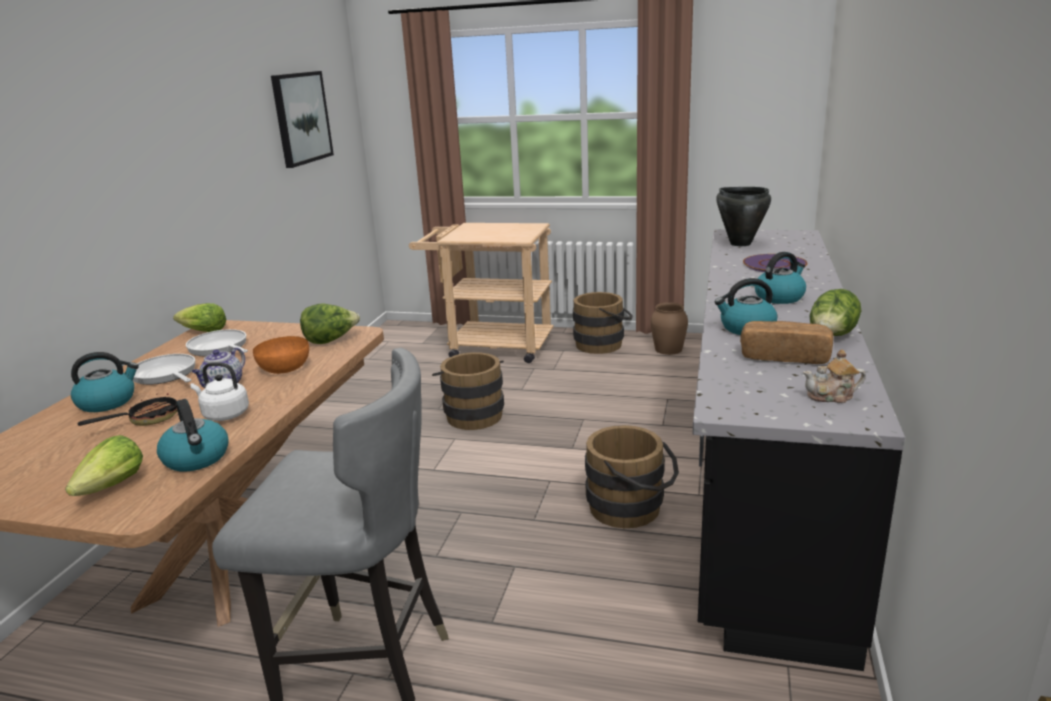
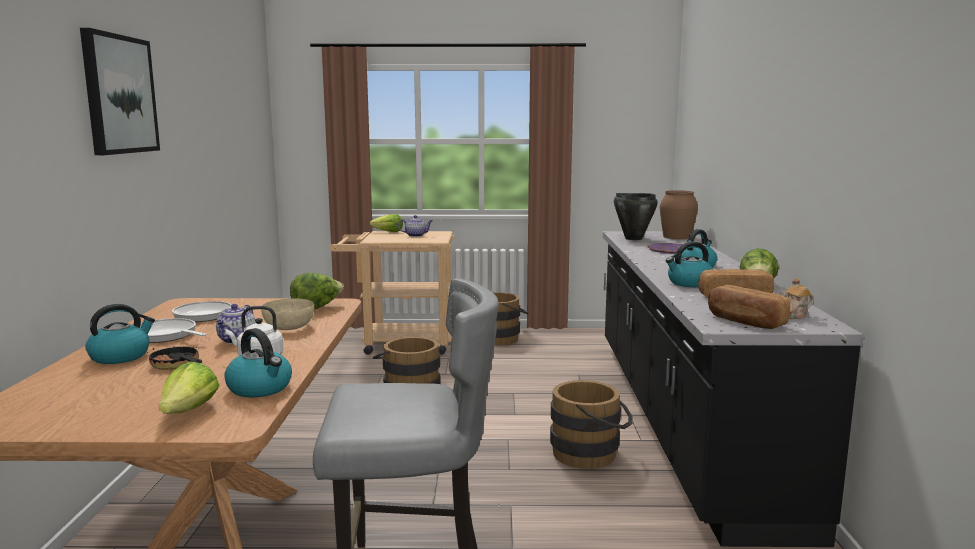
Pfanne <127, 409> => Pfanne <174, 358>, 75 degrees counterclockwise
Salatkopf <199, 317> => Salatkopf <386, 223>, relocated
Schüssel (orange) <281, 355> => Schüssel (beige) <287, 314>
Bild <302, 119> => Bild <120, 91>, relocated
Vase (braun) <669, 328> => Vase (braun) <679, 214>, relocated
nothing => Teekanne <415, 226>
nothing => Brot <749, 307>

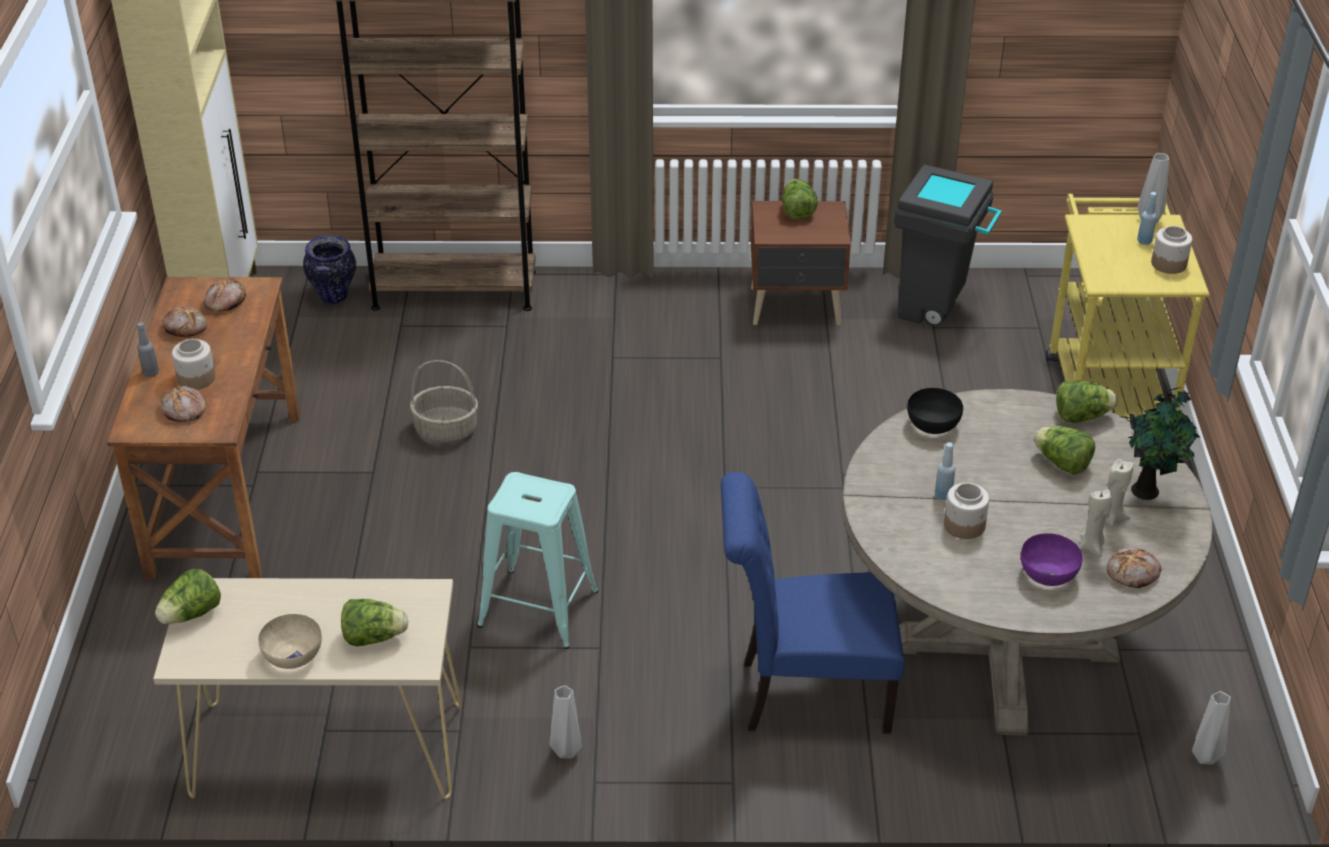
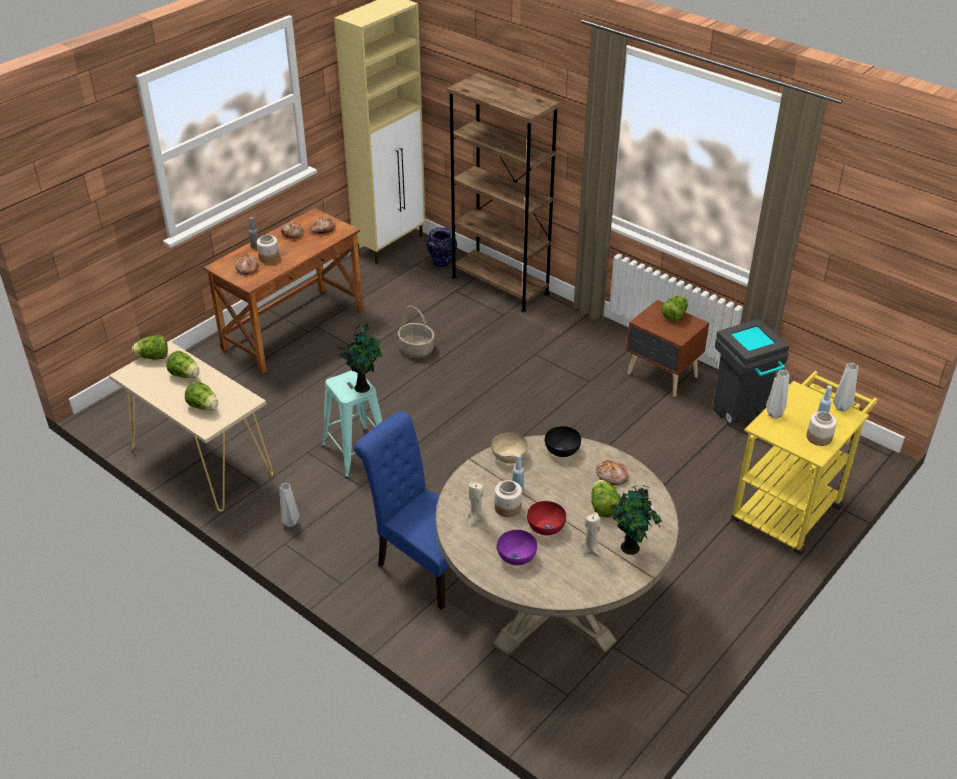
Schüssel (beige) <290, 641> => Schüssel (beige) <509, 448>, relocated
Salatkopf <1087, 402> => Salatkopf <183, 364>, relocated
Kerze (beige) <1096, 523> => Kerze (beige) <477, 503>, relocated
Brot <1134, 567> => Brot <612, 472>, relocated
Vase (grau) <1211, 728> => Vase (grau) <778, 394>, relocated
nothing => Topfpflanze <360, 358>
nothing => Schüssel (rot) <546, 518>

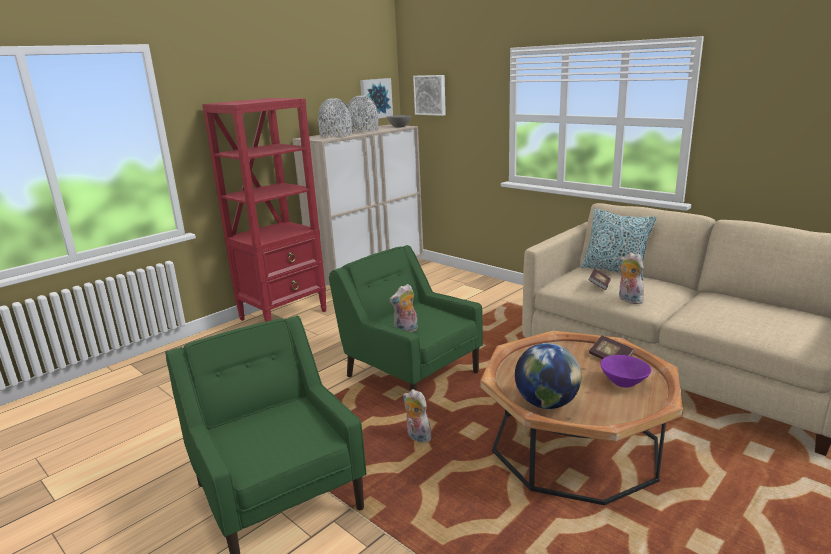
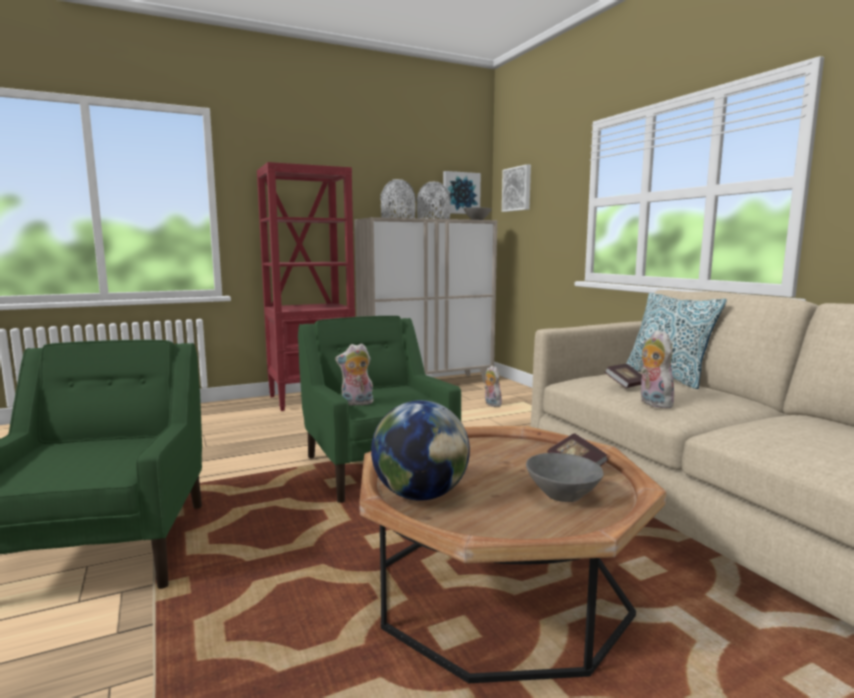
Plüschtier <417, 416> => Plüschtier <493, 386>, relocated
Schüssel (lila) <625, 371> => Schüssel (grau) <565, 477>

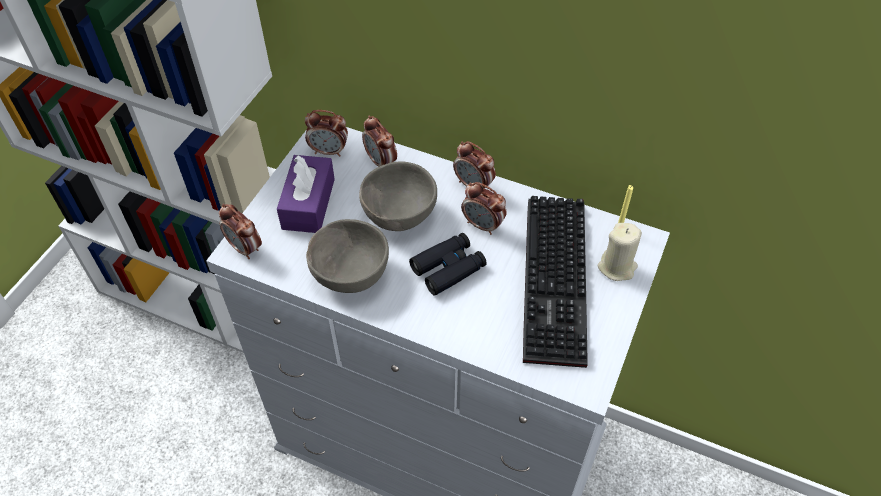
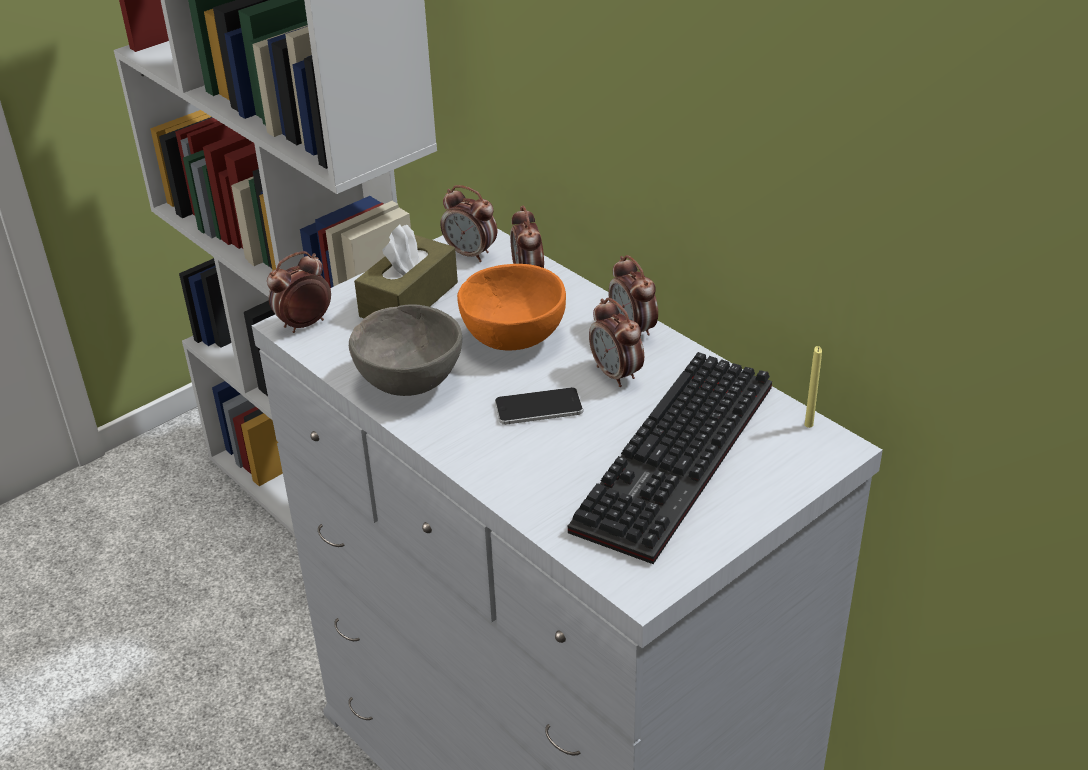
Wecker <240, 231> => Wecker <299, 292>, 75 degrees clockwise
Taschentuchbox (lila) <306, 194> => Taschentuchbox (braun) <406, 271>
Schüssel (grau) <398, 196> => Schüssel (orange) <511, 307>
Fernglas (schwarz) <448, 264> => Handy <539, 406>
Kerze (beige) <620, 252> => nothing

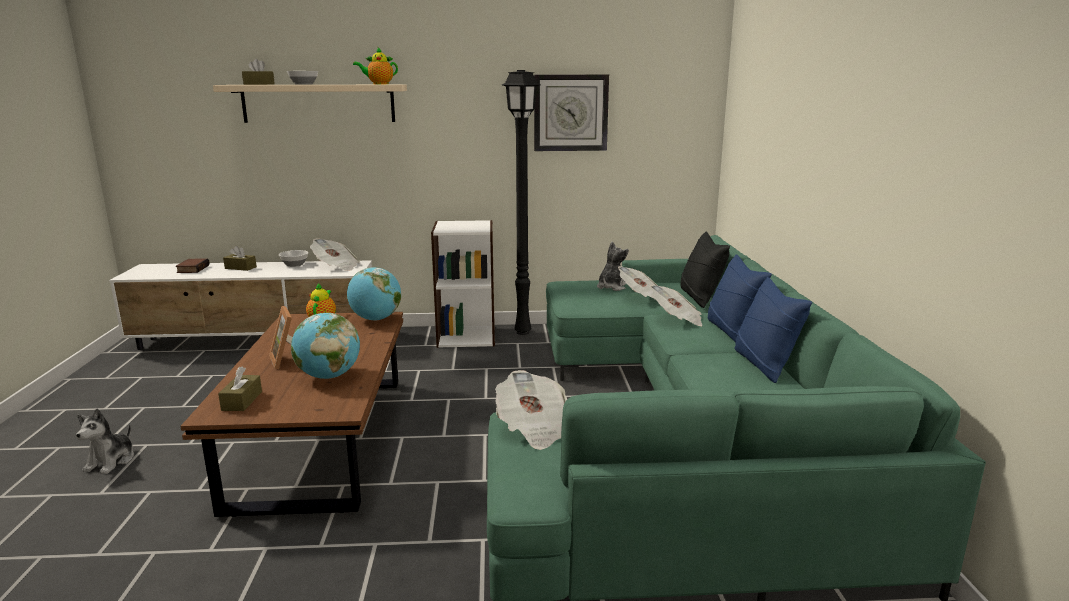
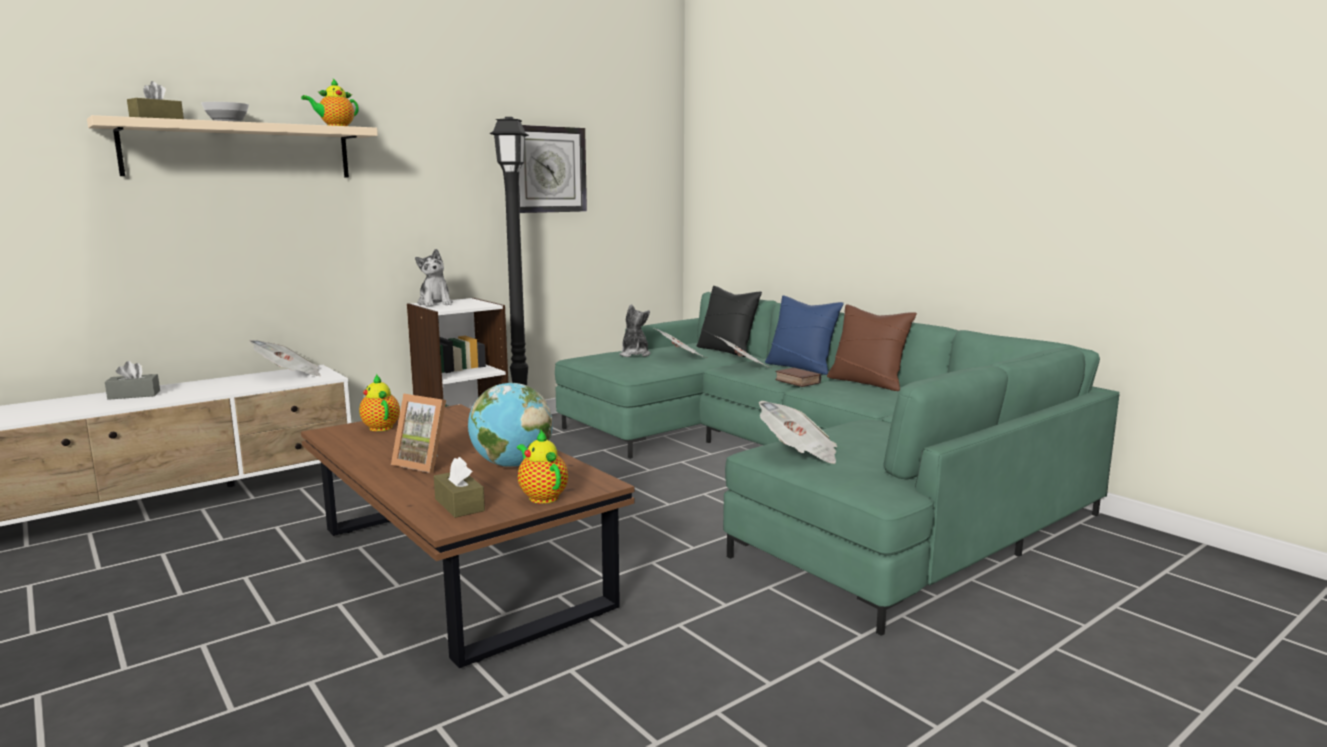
Plüschtier <105, 441> => Plüschtier <434, 277>, relocated
Buch <192, 265> => Buch <798, 377>, relocated
Taschentuchbox (braun) <240, 258> => Taschentuchbox (grau) <132, 380>
Schüssel <293, 258> => nothing
Globus <374, 294> => nothing
Kissen (blau) <773, 330> => Kissen (braun) <872, 347>
nothing => Teekanne <542, 467>

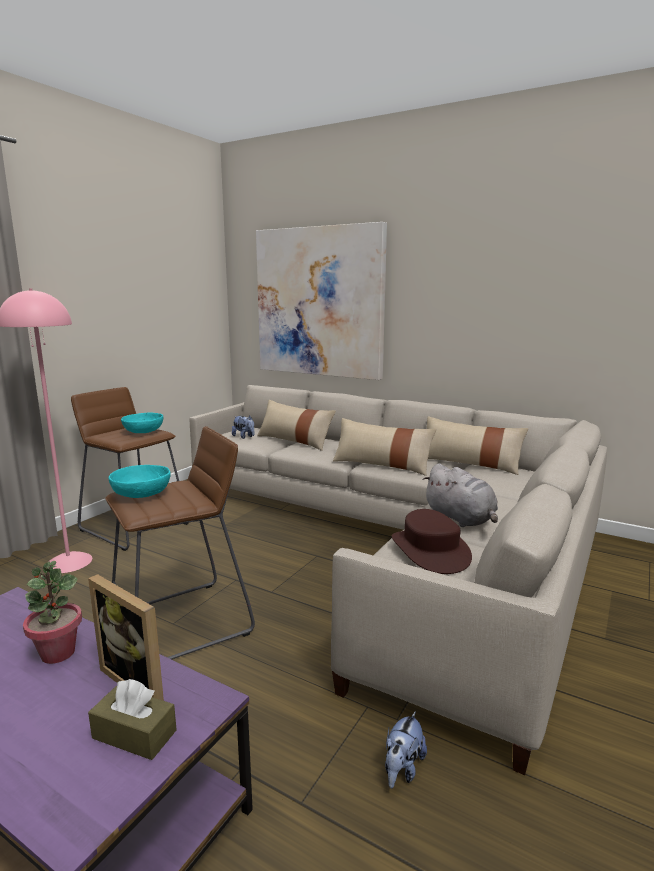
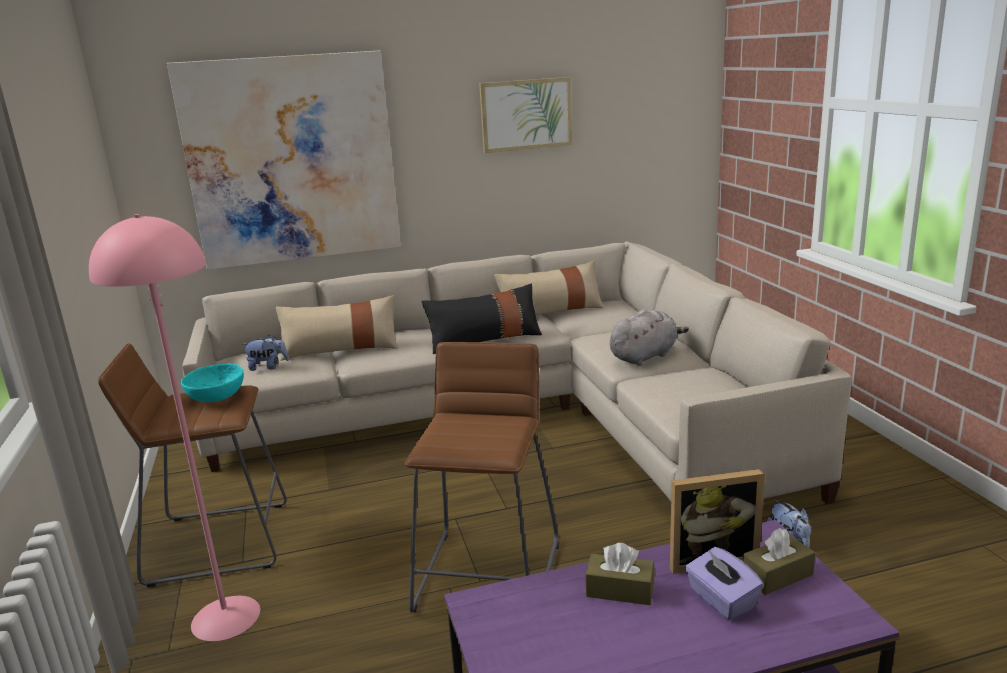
Topfpflanze <52, 612> => Taschentuchbox (braun) <620, 574>
Schüssel (türkis) <139, 481> => nothing
Kissen (beige) <384, 447> => Kissen (schwarz) <482, 319>
Hut (braun) <432, 541> => nothing
Plüschtier (grau) <460, 495> => Plüschtier (grau) <649, 338>, 45 degrees counterclockwise
nothing => Bild <525, 115>
nothing => Taschentuchbox (lila) <724, 583>

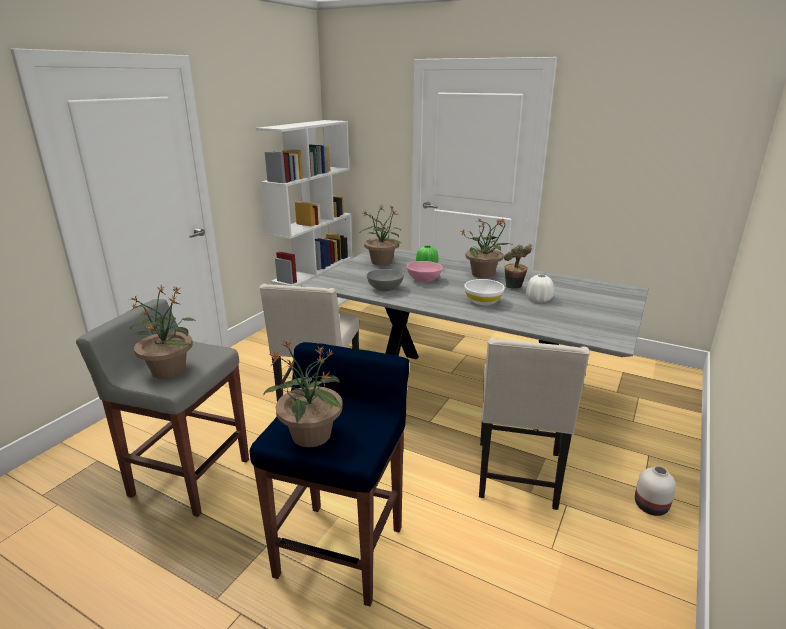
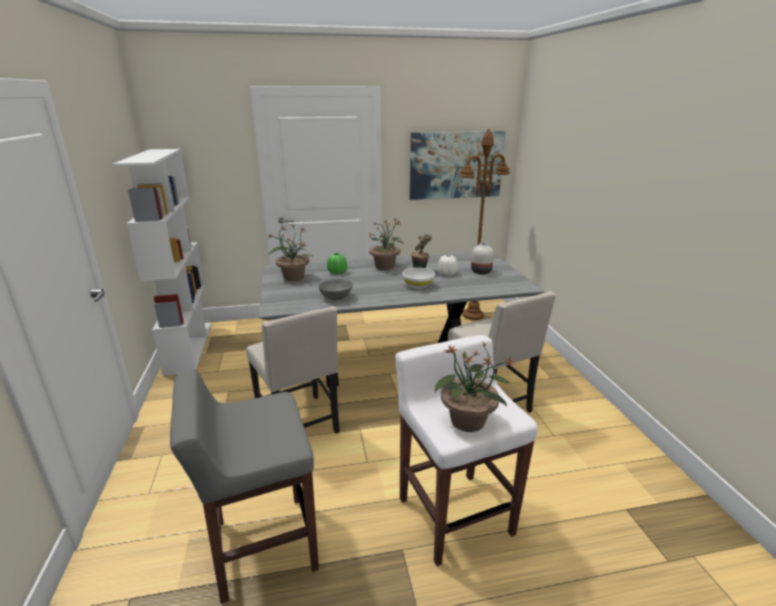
Topfpflanze <162, 332> => nothing
Hocker (blau) <329, 474> => Hocker (weiß) <466, 450>
Schüssel (rosa) <425, 271> => nothing
Vase (weiß) <655, 491> => Vase (weiß) <482, 258>, relocated
nothing => Bild <458, 165>
nothing => Stehlampe (braun) <484, 224>

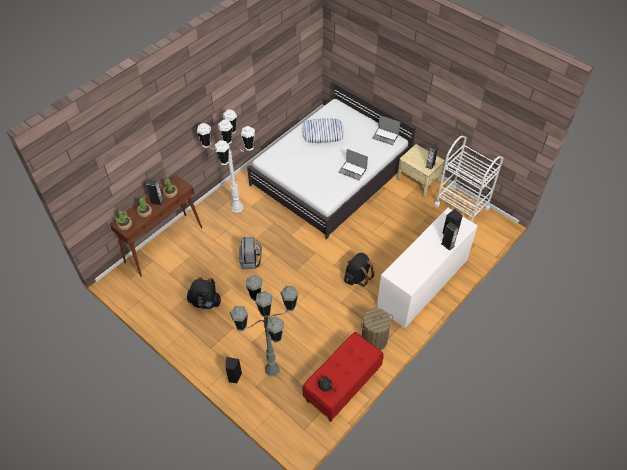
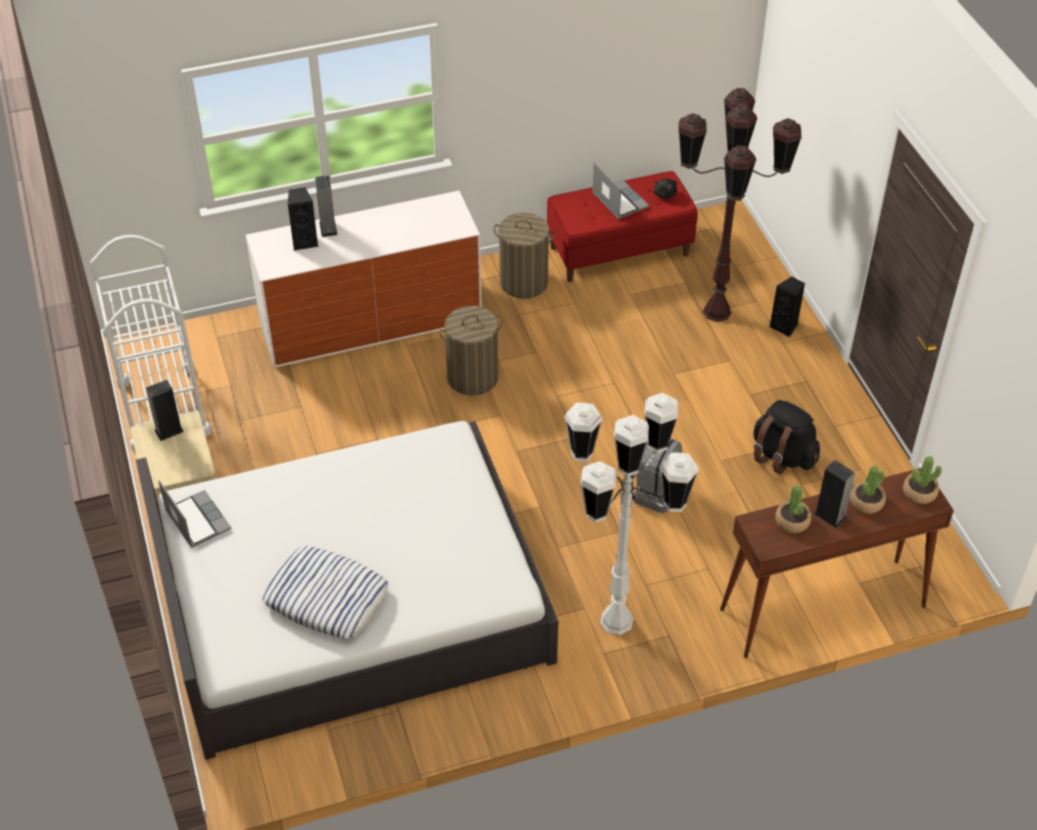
Stehlampe (grau) <264, 325> => Stehlampe (braun) <739, 205>
Laptop <353, 164> => Laptop <620, 190>, relocated
Rucksack (schwarz) <359, 269> => Wäschekorb <471, 351>

